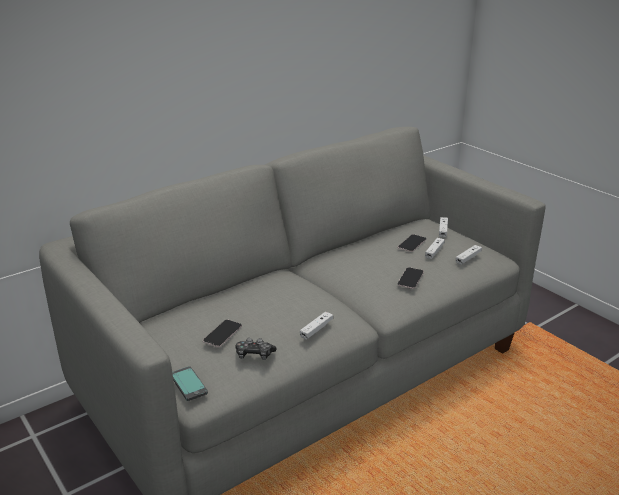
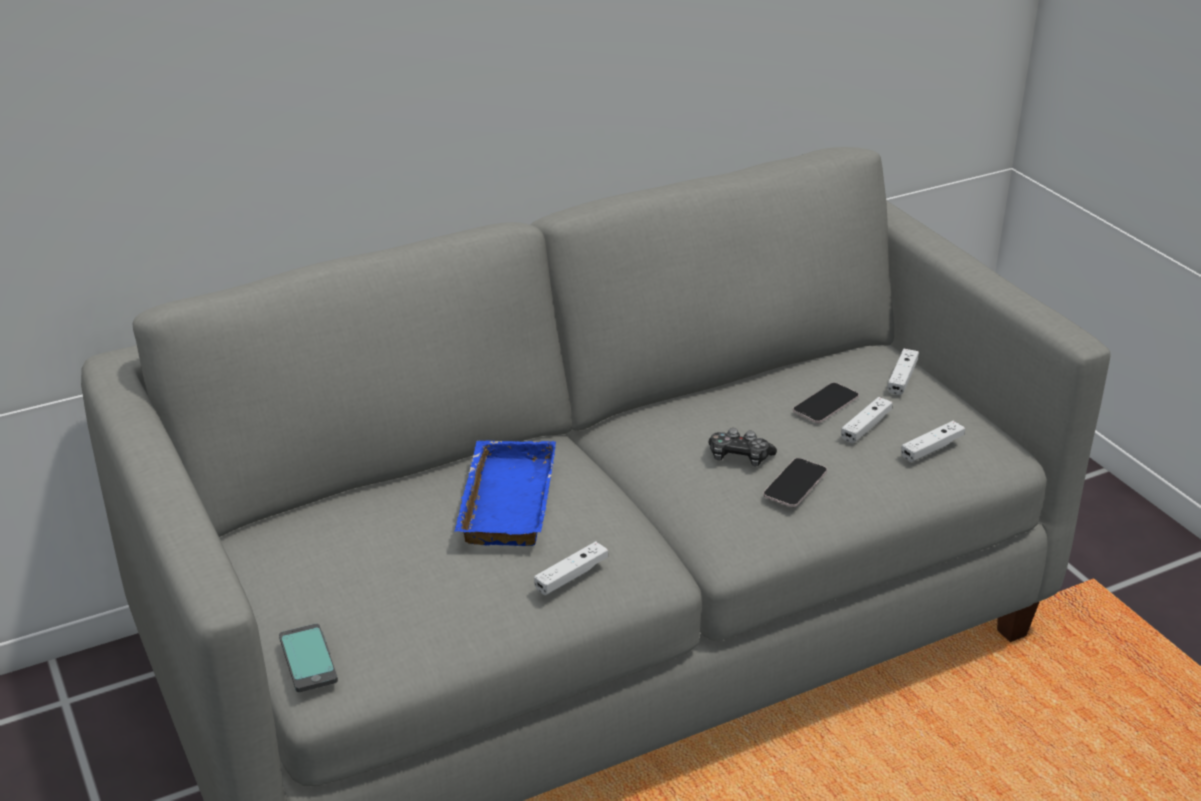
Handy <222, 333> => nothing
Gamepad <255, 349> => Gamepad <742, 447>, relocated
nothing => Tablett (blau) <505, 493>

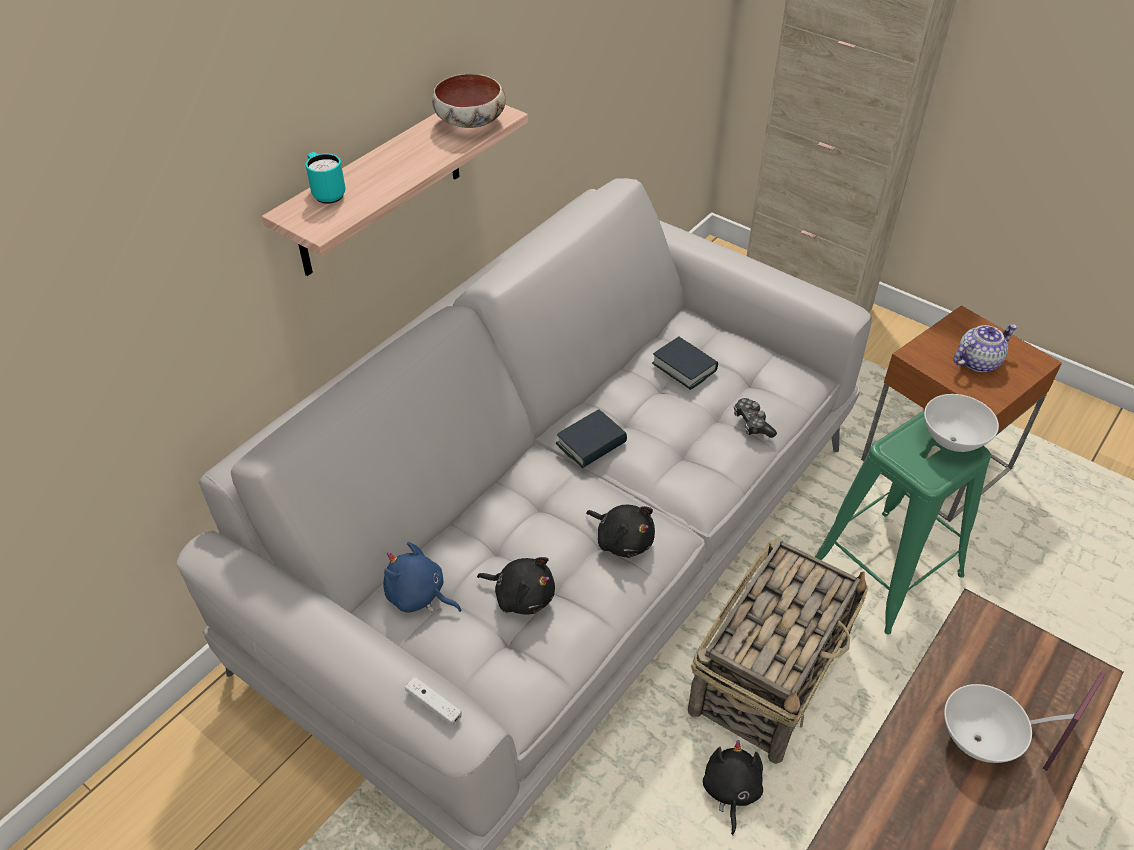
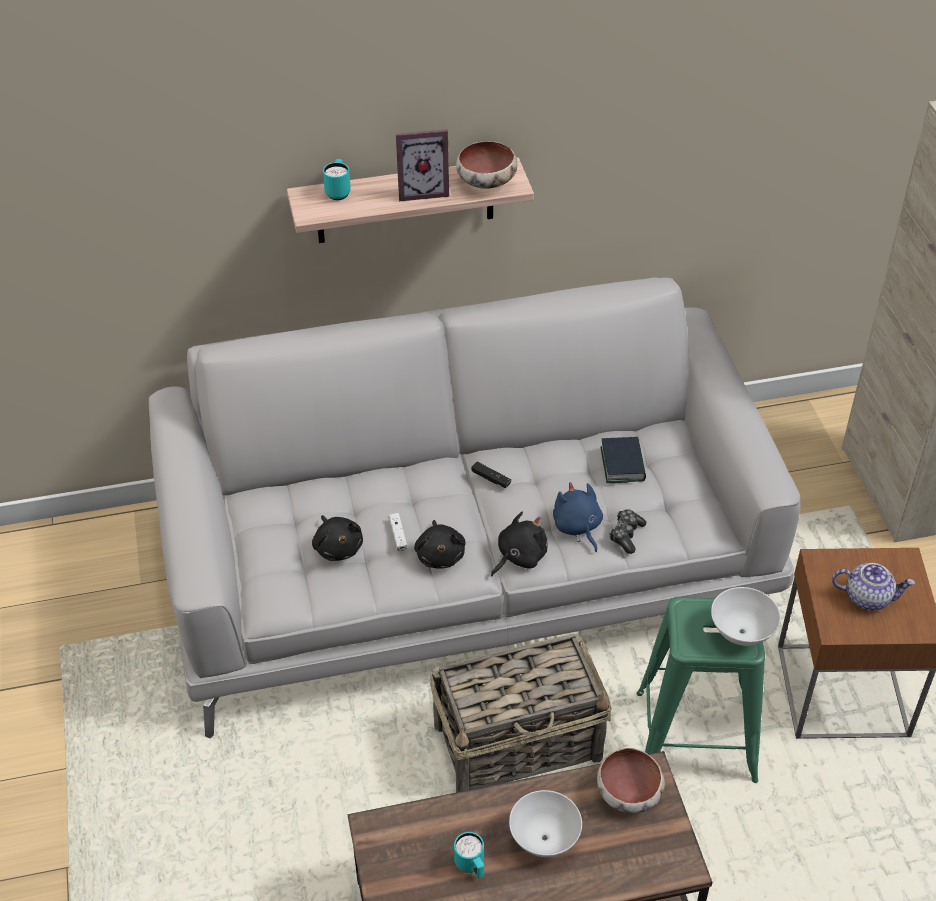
Plüschtier (blau) <423, 577> => Plüschtier (blau) <578, 517>, relocated
Gamepad (weiß) <433, 701> => Gamepad (weiß) <398, 532>, relocated
Buch <591, 439> => Gamepad (schwarz) <491, 475>
Plüschtier (schwarz) <733, 788> => Plüschtier (schwarz) <519, 544>, relocated
Bilderrahmen <1068, 721> => Bilderrahmen <422, 165>, relocated
nothing => Henkelbecher (türkis) <469, 855>
nothing => Schüssel <631, 780>

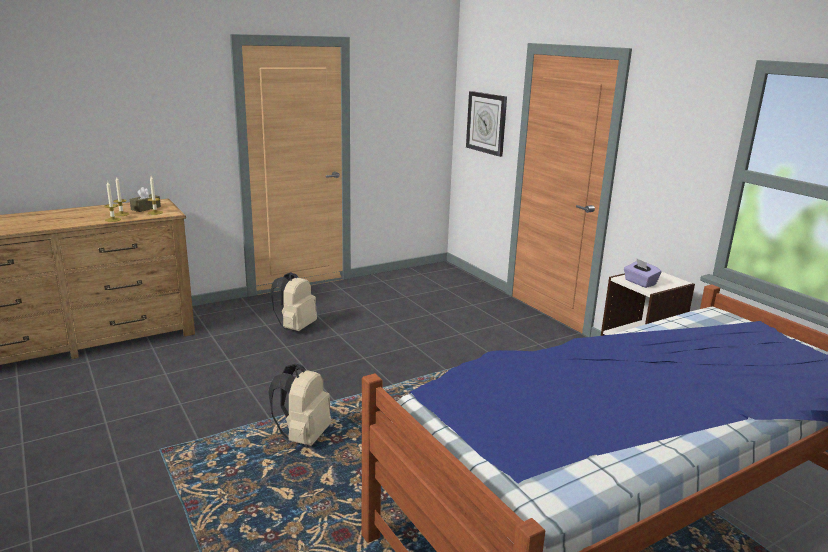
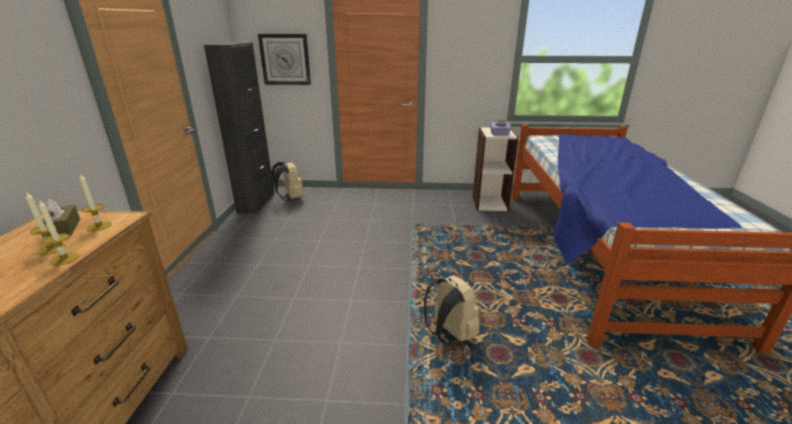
Rucksack (beige) <294, 301> => Rucksack (beige) <287, 181>, relocated
nothing => Schrank (schwarz) <239, 127>

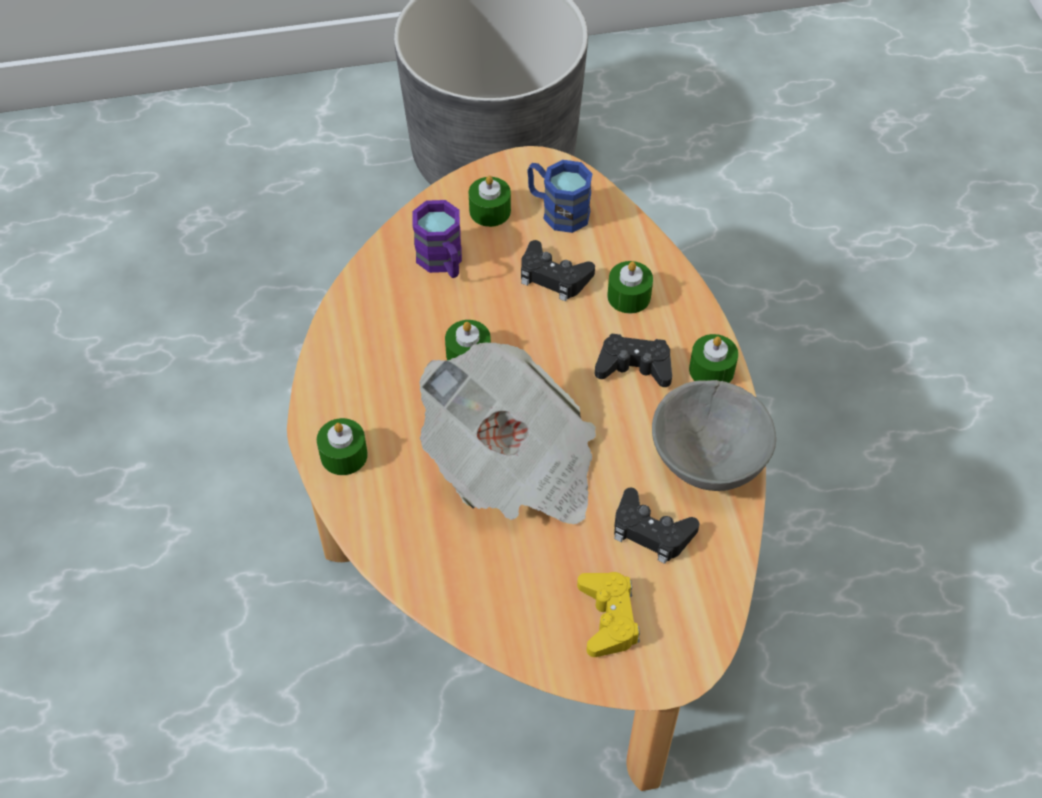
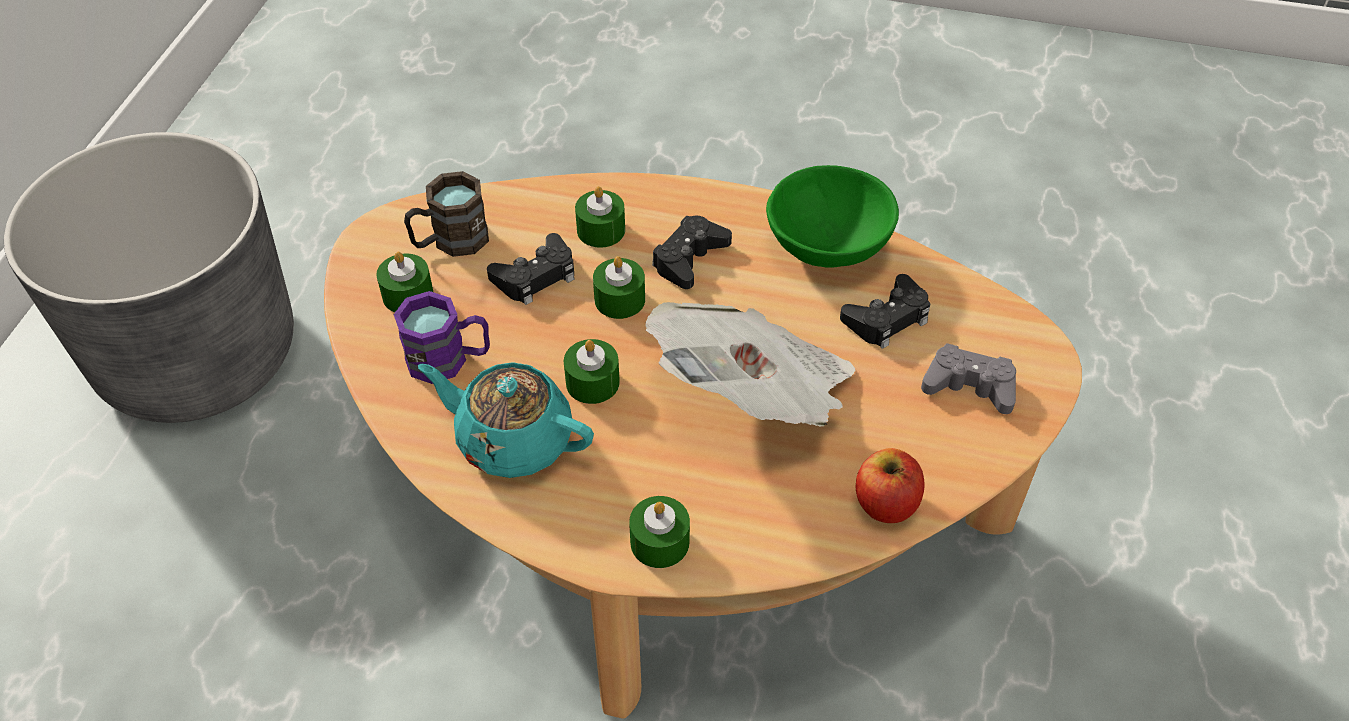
Henkelbecher (blau) <560, 196> => Henkelbecher (braun) <446, 214>
Gamepad (gelb) <608, 614> => Gamepad (grau) <968, 378>
Schüssel (grau) <714, 435> => Schüssel (grün) <832, 216>
Kerze (grün) <713, 358> => Kerze (grün) <619, 287>, relocated
nothing => Teekanne (türkis) <506, 420>
nothing => Apfel <890, 485>

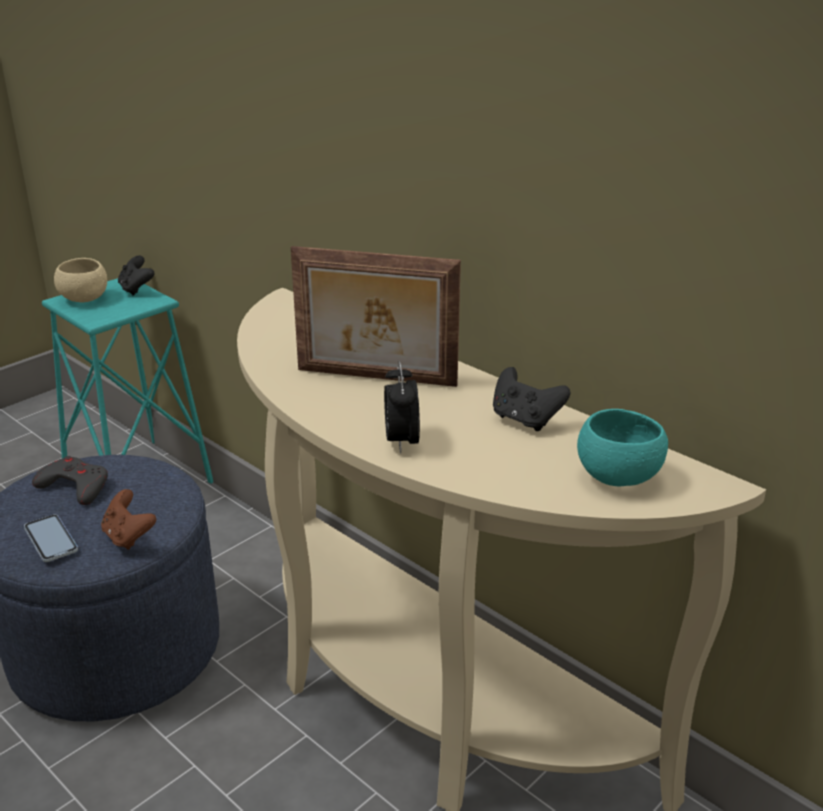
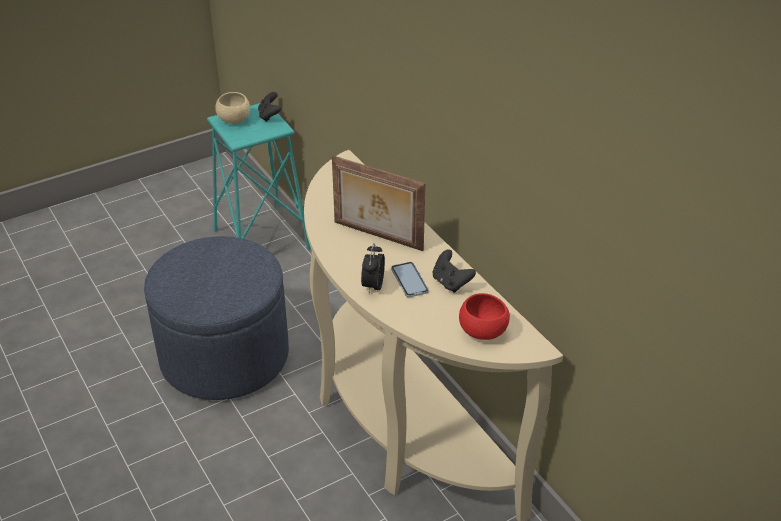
Handy <51, 538> => Handy <410, 280>, relocated
Gamepad (grau) <70, 480> => nothing
Gamepad (braun) <128, 519> => nothing
Schüssel (türkis) <622, 447> => Schüssel (rot) <484, 316>

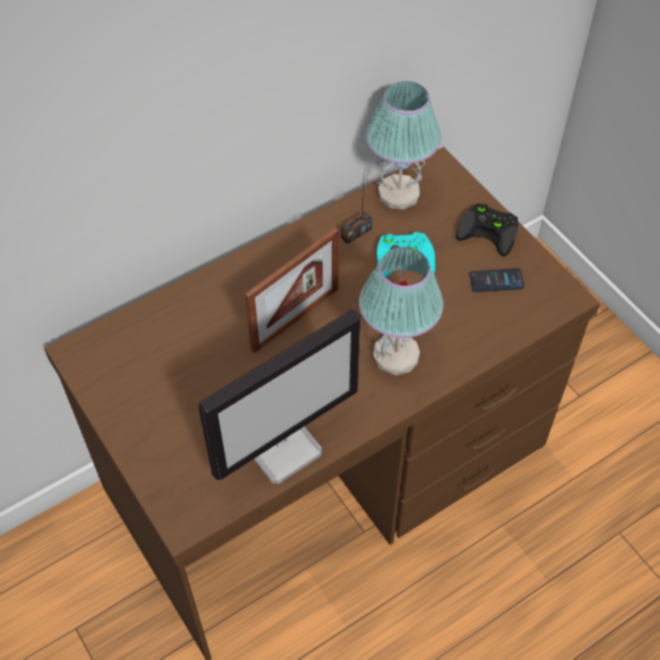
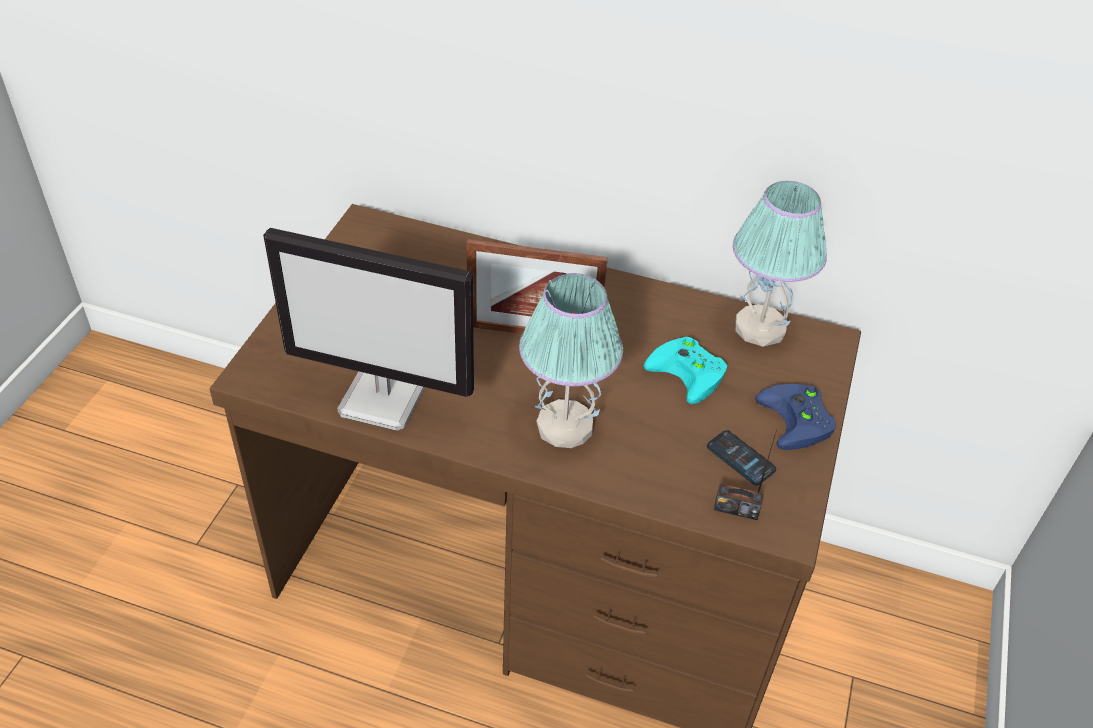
Radio <356, 213> => Radio <745, 475>, relocated
Gamepad (schwarz) <487, 229> => Gamepad (blau) <795, 417>

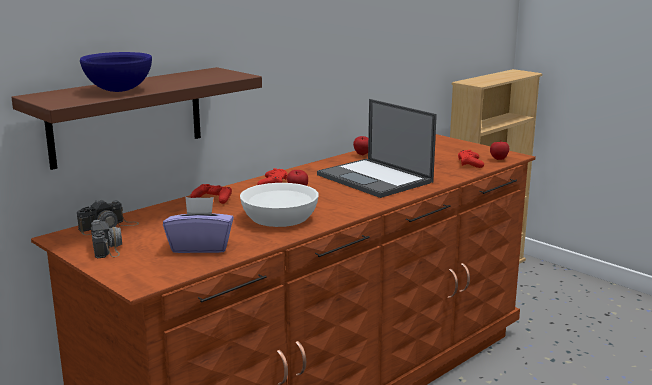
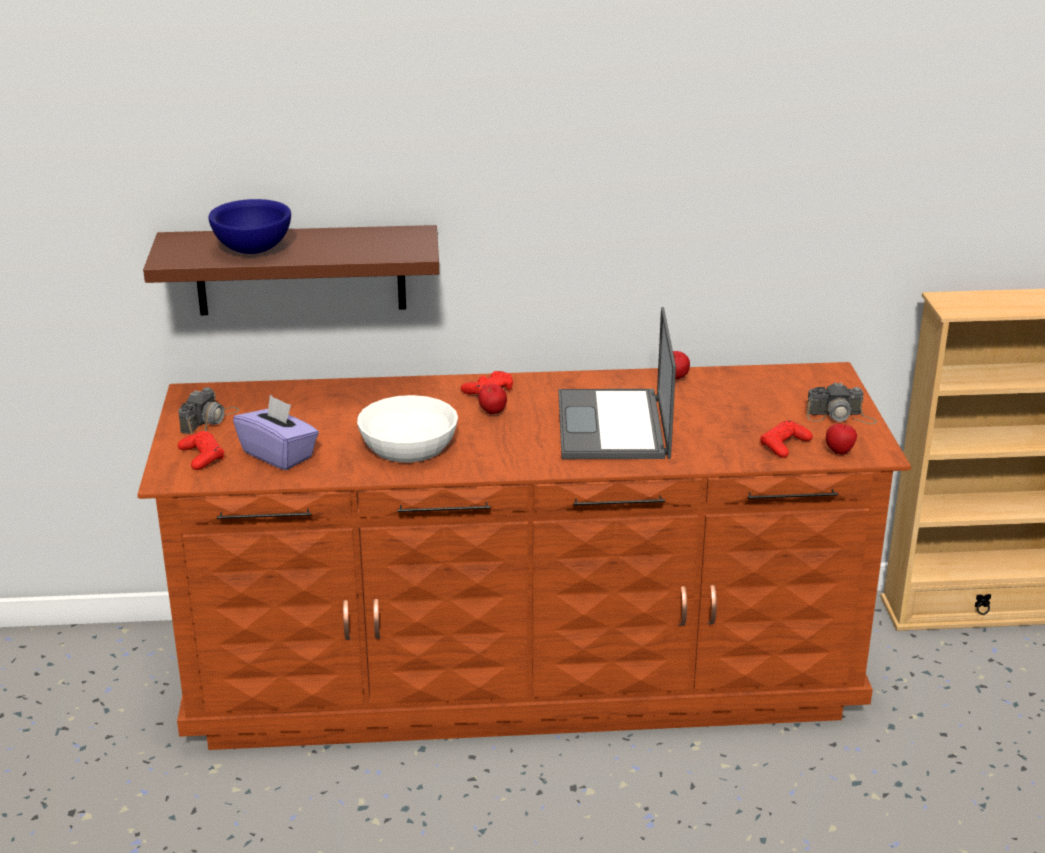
Kamera <108, 217> => Kamera <842, 403>, relocated
Gamepad (rot) <211, 194> => Gamepad (rot) <201, 450>, relocated

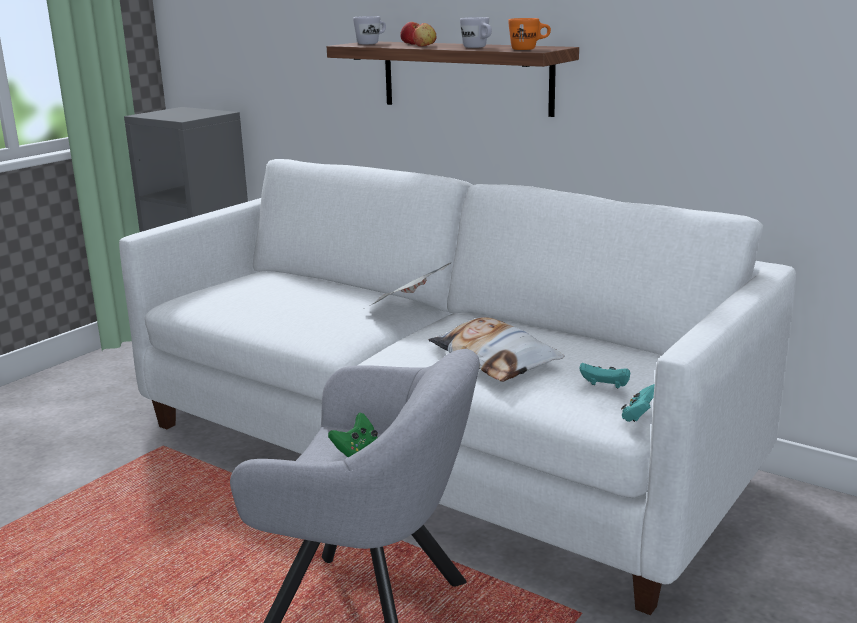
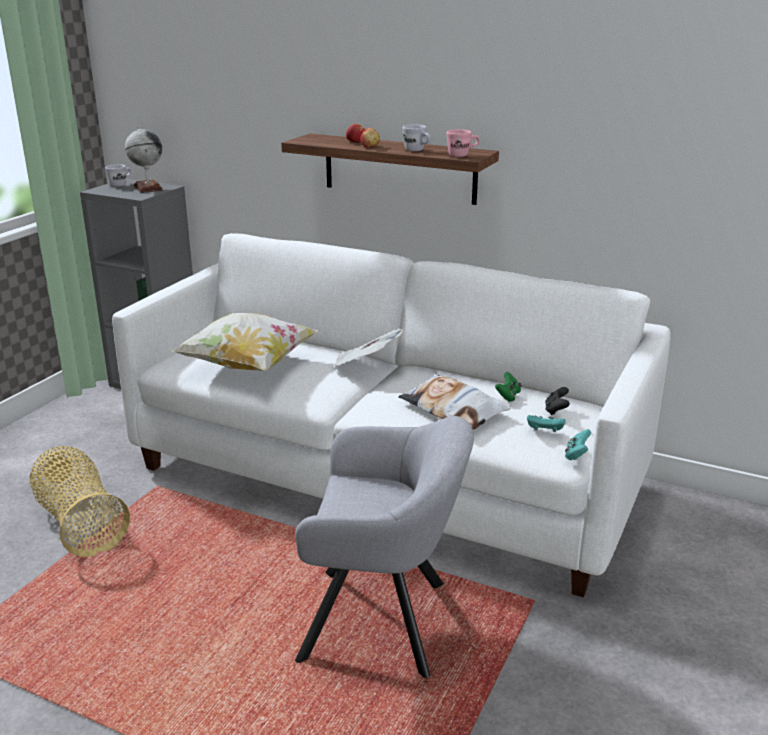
Gamepad (grün) <353, 434> => Gamepad (grün) <508, 387>, relocated
Henkelbecher (weiß) <369, 30> => Henkelbecher (weiß) <118, 175>, relocated
Henkelbecher (orange) <529, 34> => Henkelbecher (rosa) <463, 143>
nothing => Korb <80, 501>
nothing => Globus <144, 159>
nothing => Kissen <245, 342>
nothing => Gamepad (schwarz) <557, 401>

